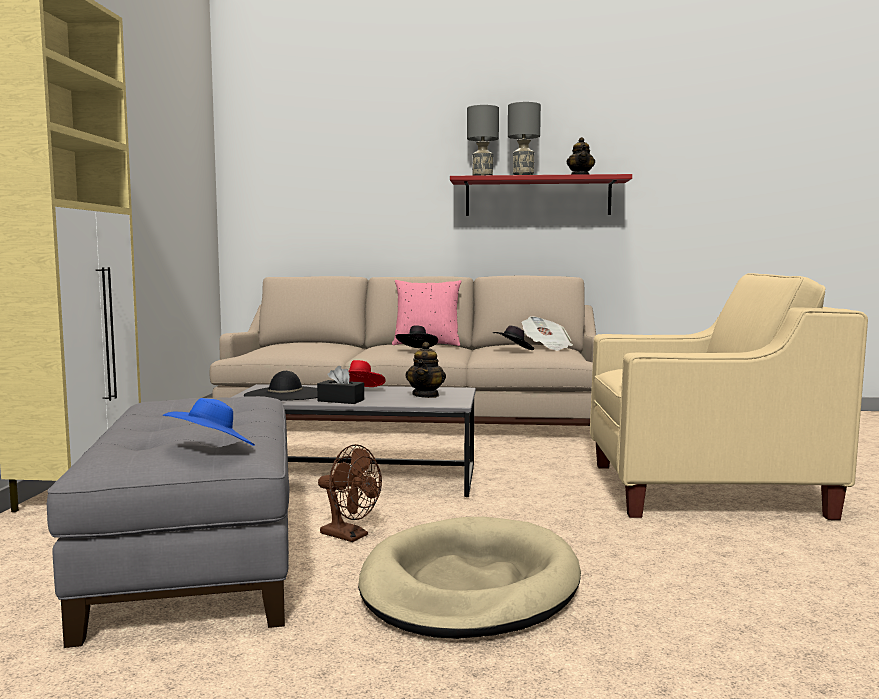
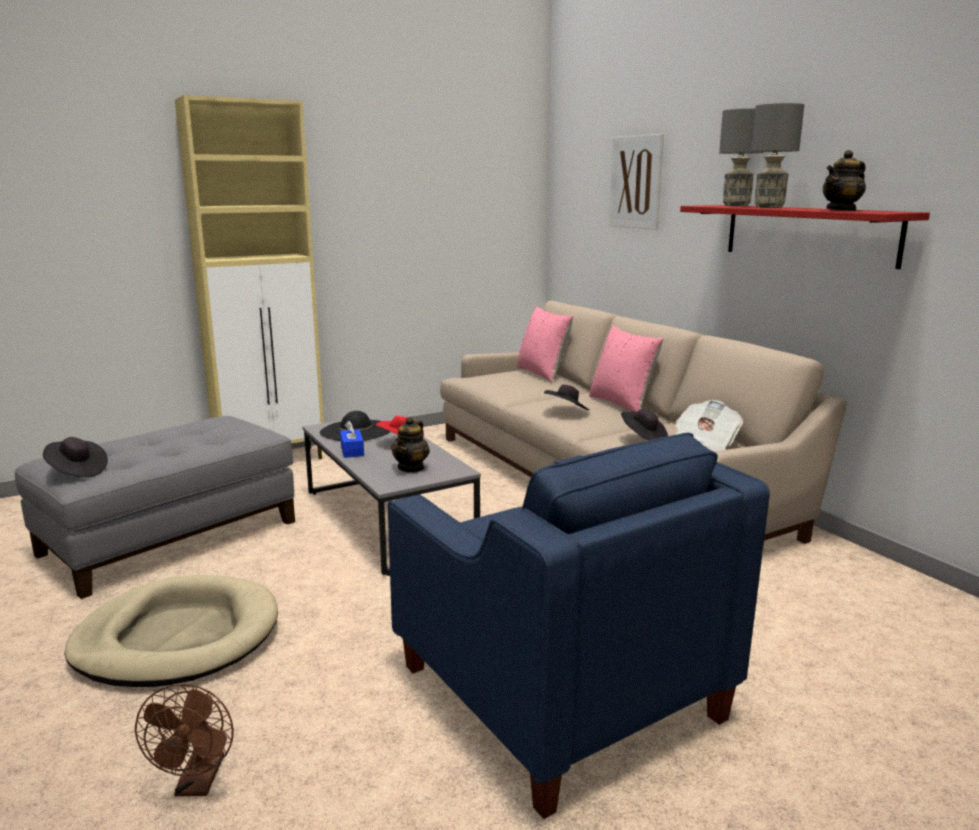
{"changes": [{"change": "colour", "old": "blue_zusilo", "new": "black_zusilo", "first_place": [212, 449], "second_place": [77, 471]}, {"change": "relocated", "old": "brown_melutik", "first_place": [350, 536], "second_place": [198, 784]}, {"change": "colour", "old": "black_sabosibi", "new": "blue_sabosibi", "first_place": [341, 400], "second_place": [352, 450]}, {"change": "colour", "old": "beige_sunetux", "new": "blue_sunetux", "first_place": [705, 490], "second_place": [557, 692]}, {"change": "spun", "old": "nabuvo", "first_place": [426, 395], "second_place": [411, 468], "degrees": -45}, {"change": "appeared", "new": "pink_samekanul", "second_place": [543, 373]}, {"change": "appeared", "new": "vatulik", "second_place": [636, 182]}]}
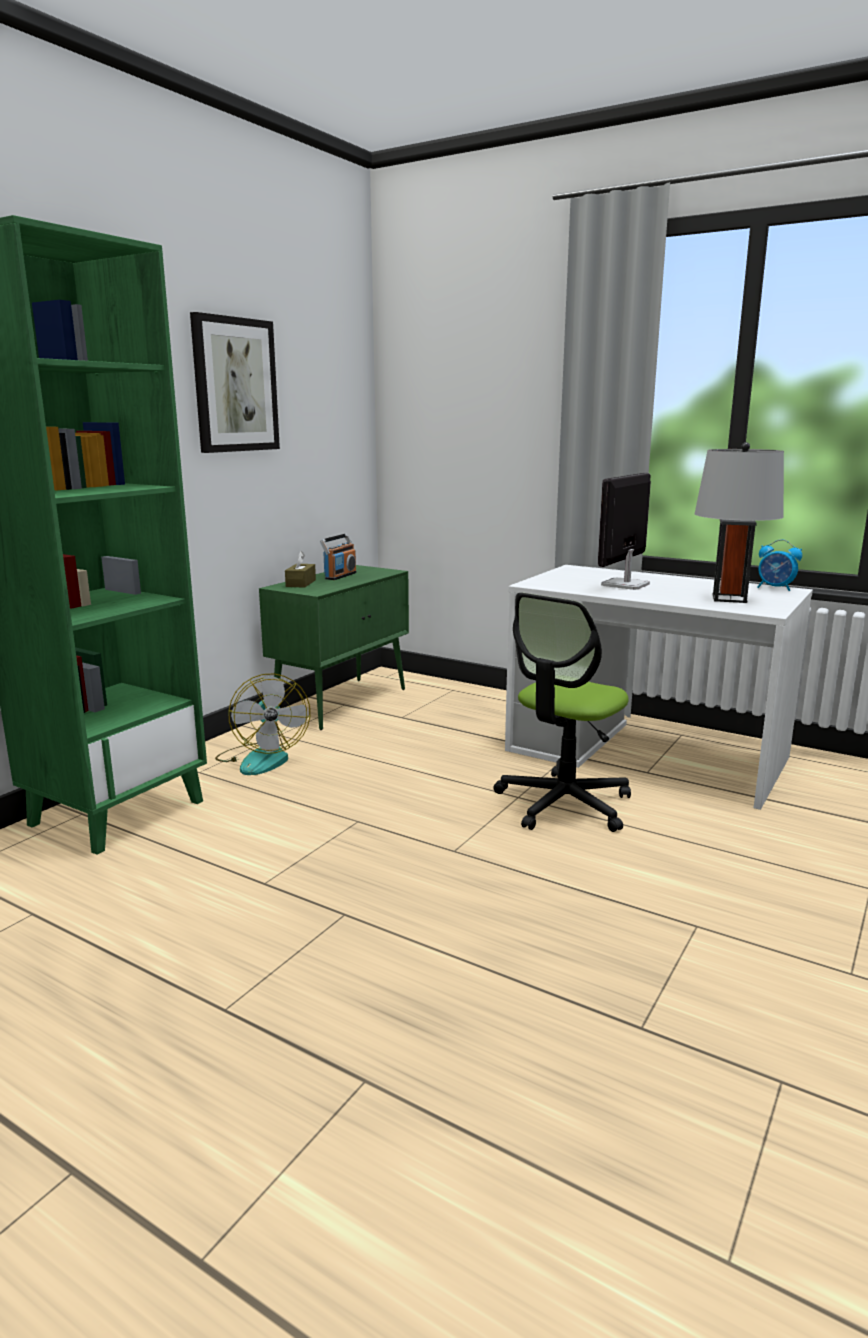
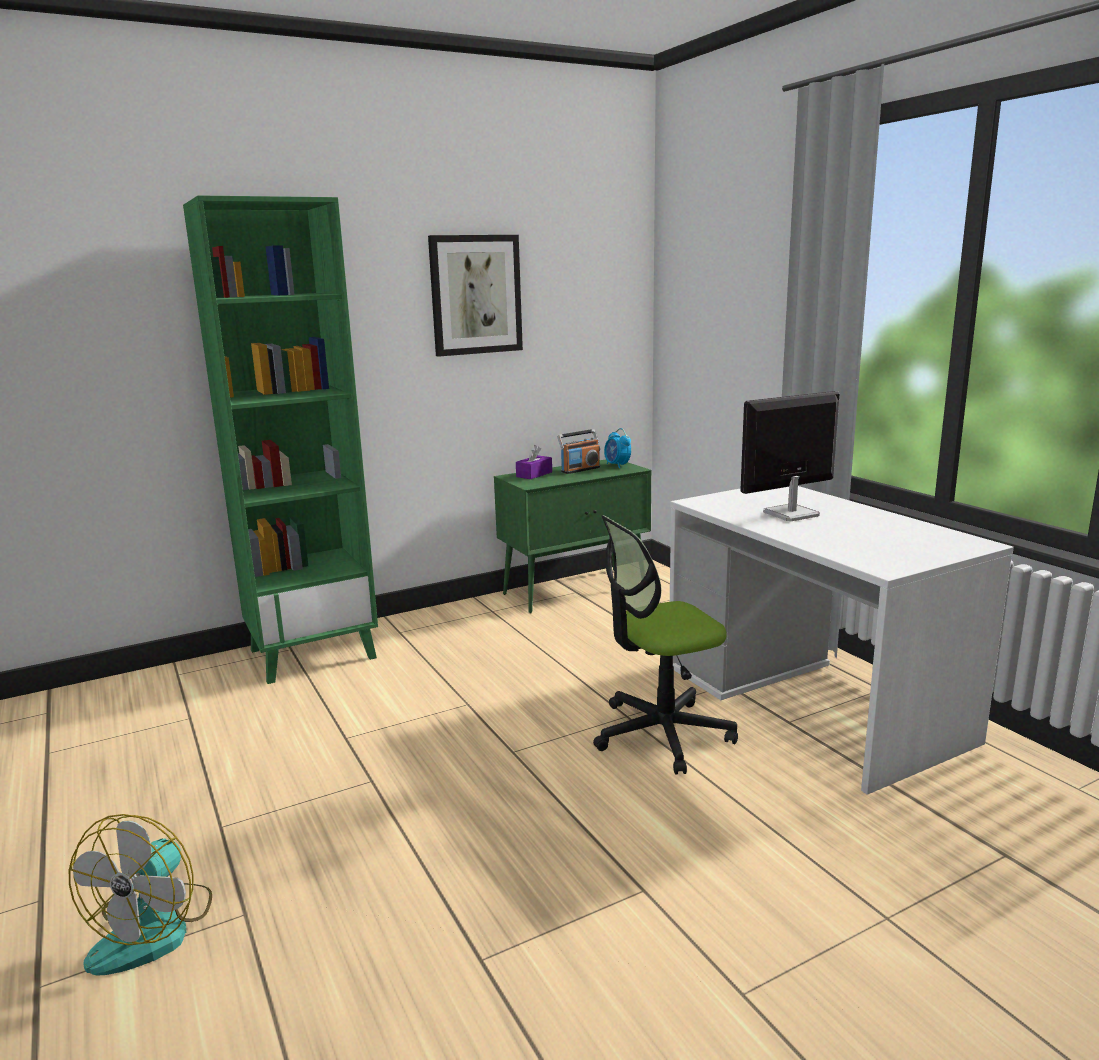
{"changes": [{"change": "relocated", "old": "melutik", "first_place": [262, 758], "second_place": [154, 929]}, {"change": "colour", "old": "brown_sabosibi", "new": "purple_sabosibi", "first_place": [301, 583], "second_place": [534, 474]}, {"change": "relocated", "old": "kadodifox", "first_place": [775, 588], "second_place": [617, 465]}, {"change": "missing", "old": "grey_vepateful", "first_place": [729, 598]}]}
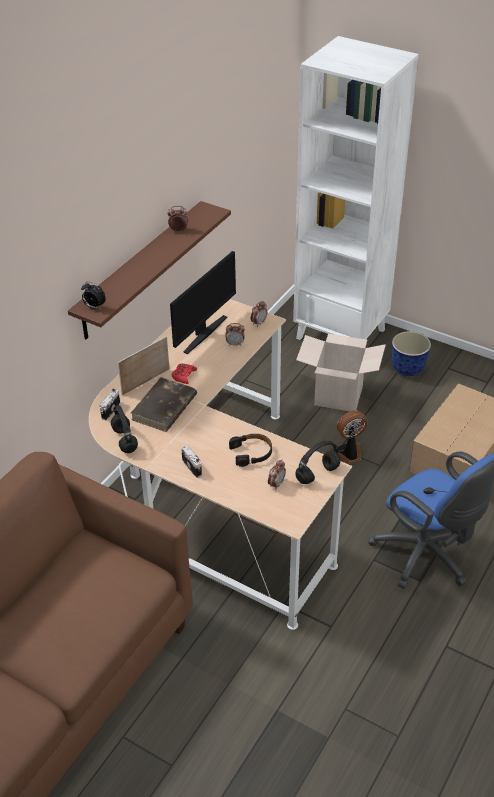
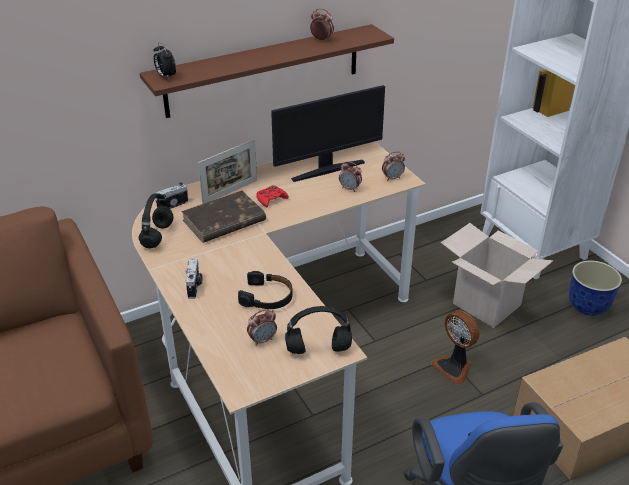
{"changes": [{"change": "spun", "old": "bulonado", "first_place": [146, 382], "second_place": [230, 192], "degrees": 150}, {"change": "spun", "old": "melutik", "first_place": [348, 453], "second_place": [454, 367], "degrees": -135}]}
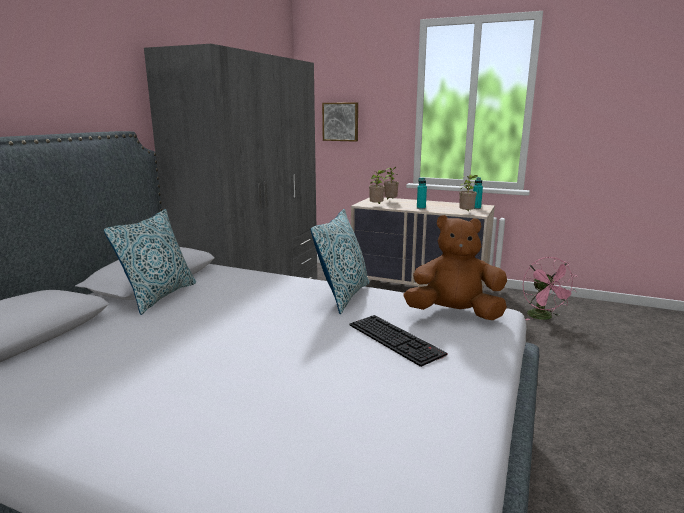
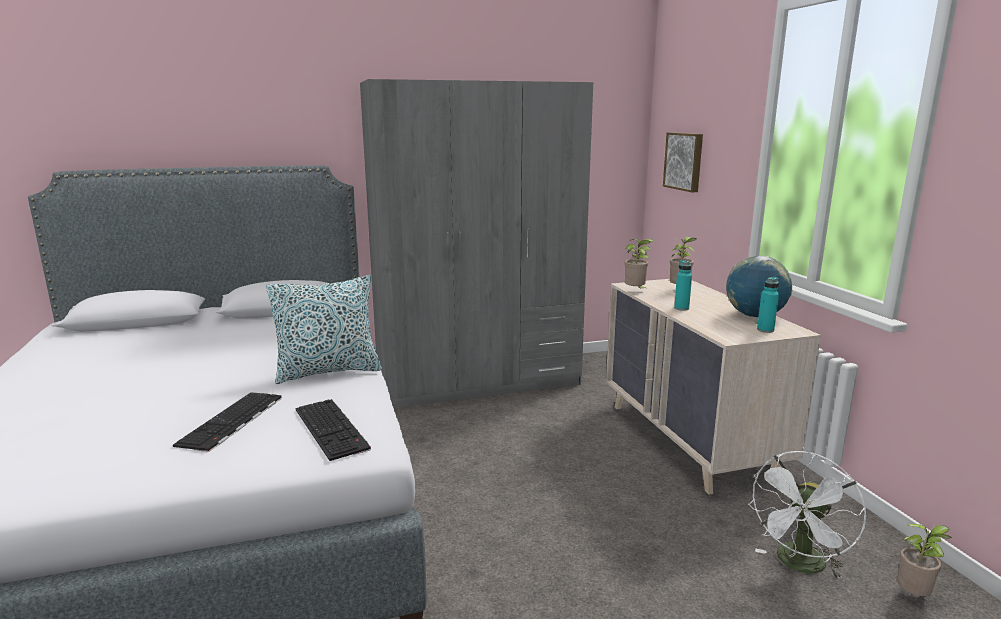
{"changes": [{"change": "exchanged", "old": "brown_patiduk", "new": "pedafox", "first_place": [454, 314], "second_place": [333, 429]}, {"change": "appeared", "new": "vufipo", "second_place": [754, 316]}, {"change": "colour", "old": "pink_melutik", "new": "white_melutik", "first_place": [543, 317], "second_place": [799, 566]}, {"change": "relocated", "old": "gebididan", "first_place": [466, 214], "second_place": [914, 596]}, {"change": "missing", "old": "samekanul", "first_place": [159, 296]}]}
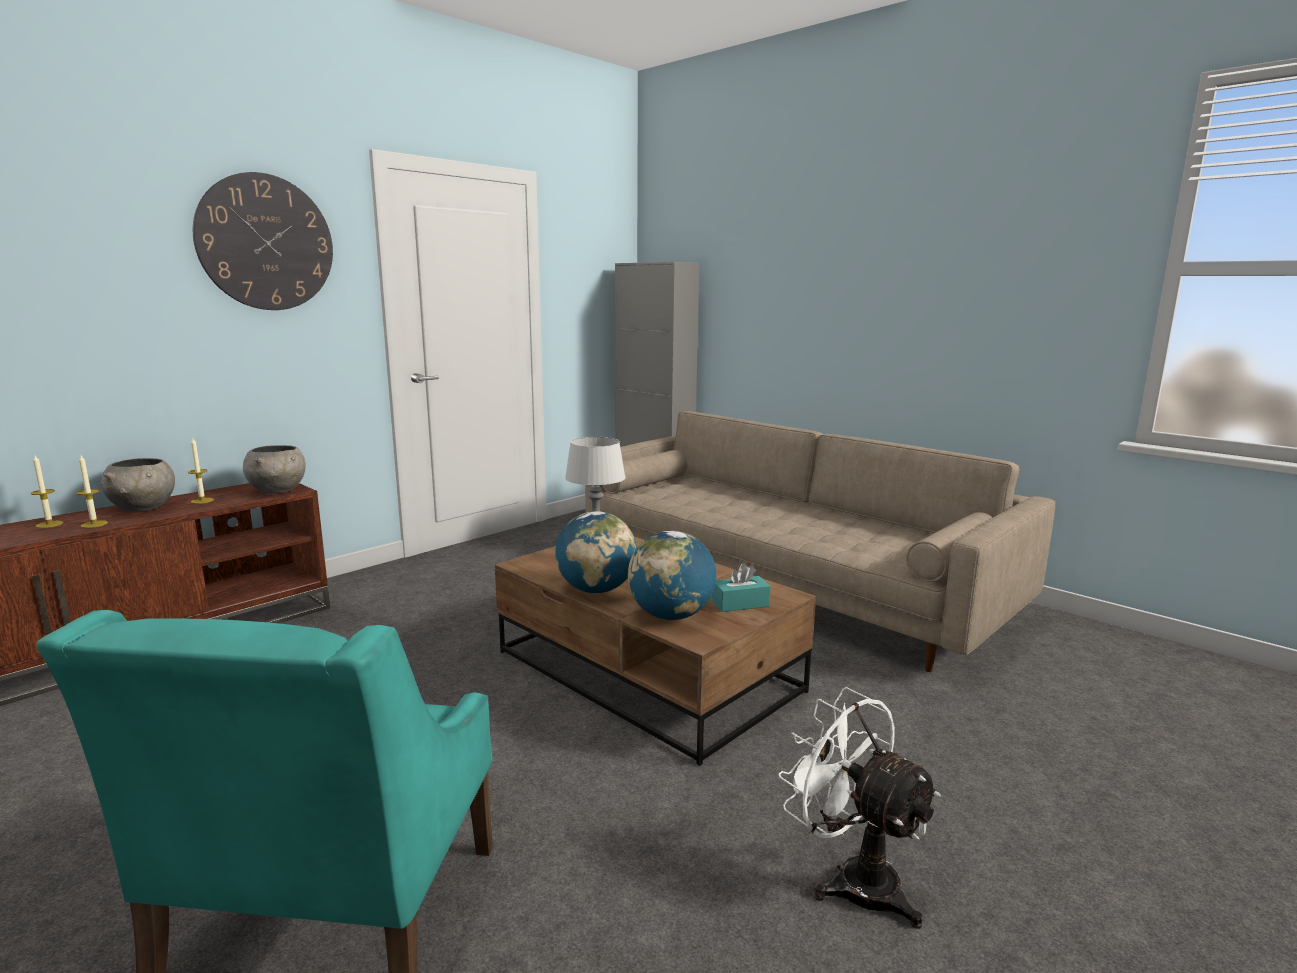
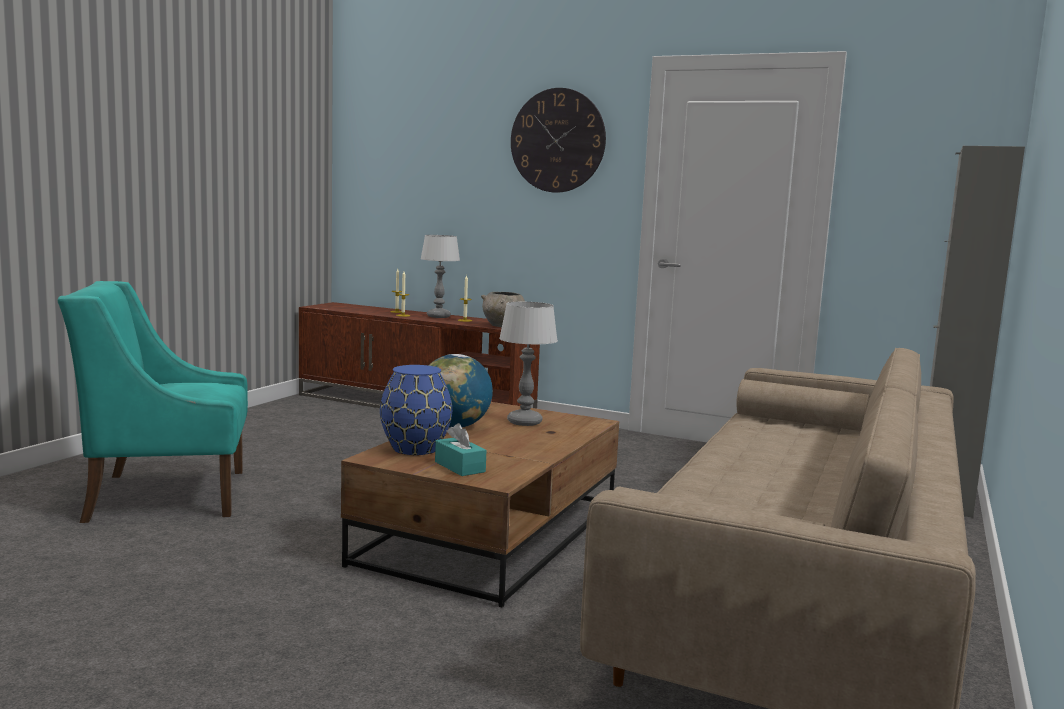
{"changes": [{"change": "exchanged", "old": "vufipo", "new": "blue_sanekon", "first_place": [671, 616], "second_place": [414, 448]}, {"change": "exchanged", "old": "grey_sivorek", "new": "vepateful", "first_place": [144, 508], "second_place": [439, 316]}, {"change": "missing", "old": "white_melutik", "first_place": [853, 879]}]}
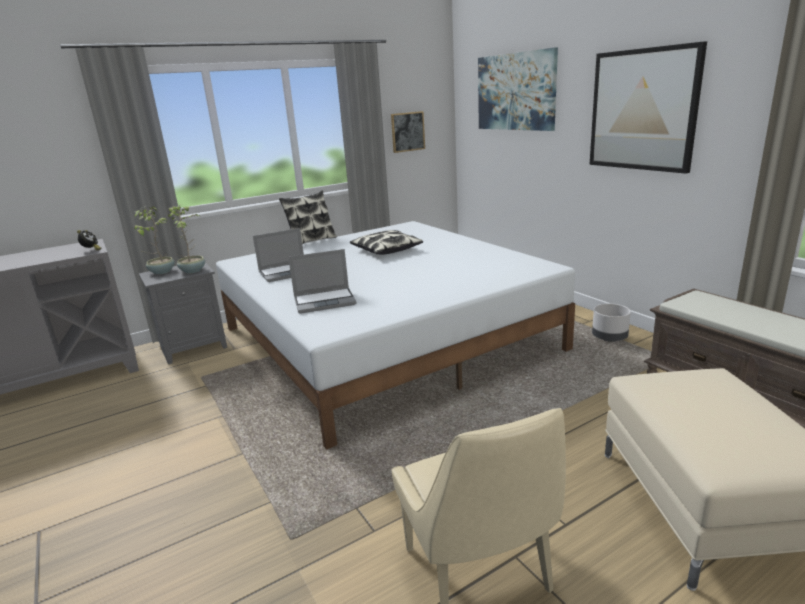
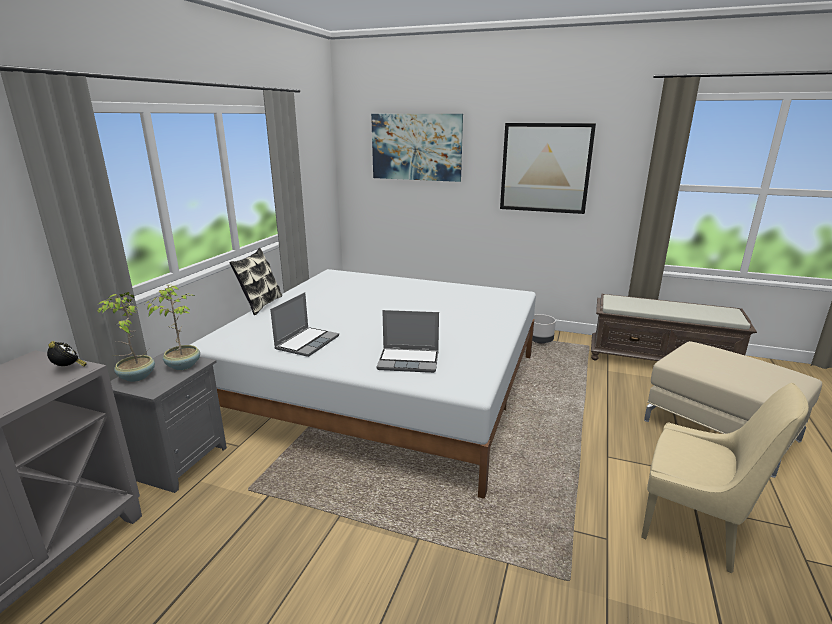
{"changes": [{"change": "spun", "old": "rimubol", "first_place": [325, 301], "second_place": [409, 361], "degrees": 60}, {"change": "missing", "old": "samekanul", "first_place": [386, 250]}, {"change": "missing", "old": "vatulik", "first_place": [407, 131]}]}
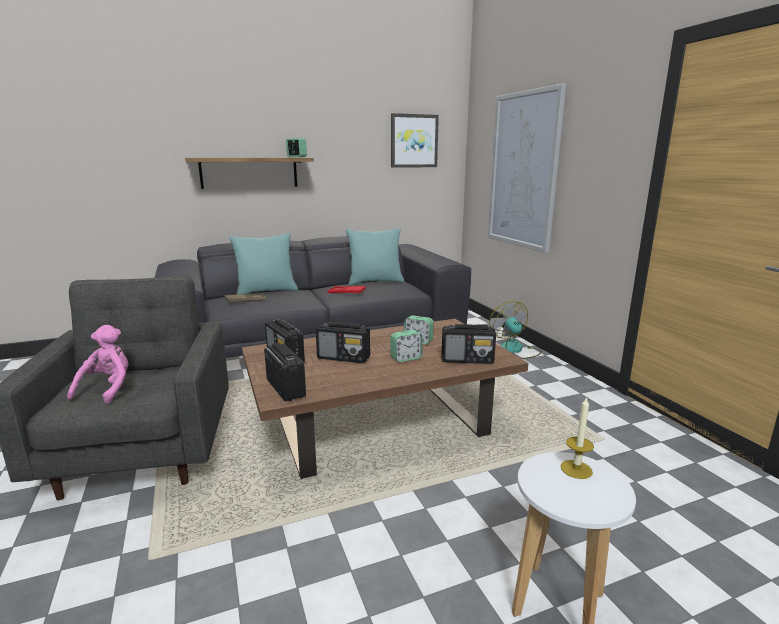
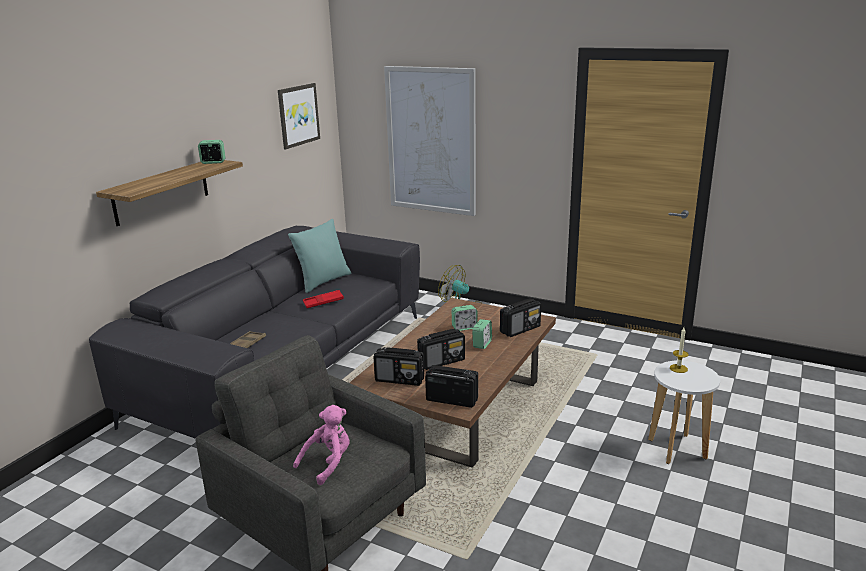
{"changes": [{"change": "spun", "old": "pink_patiduk", "first_place": [108, 389], "second_place": [328, 463], "degrees": 75}, {"change": "missing", "old": "turquoise_samekanul", "first_place": [266, 292]}]}
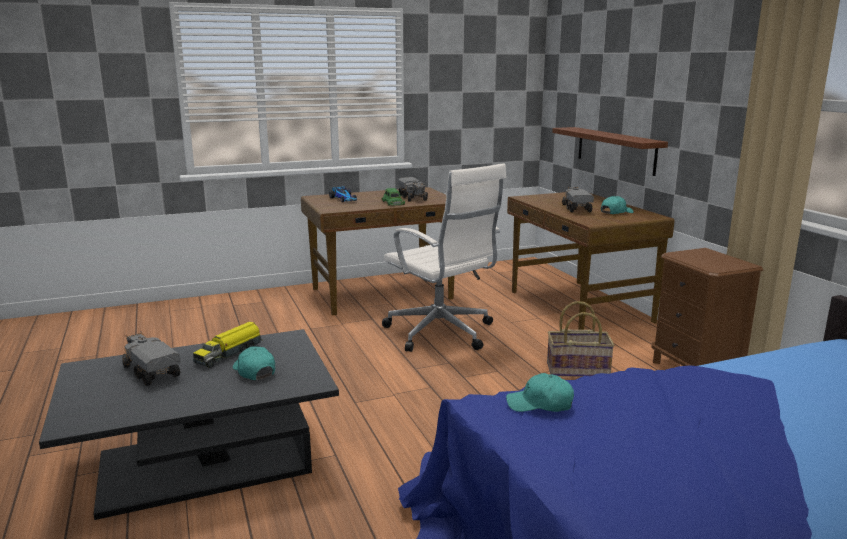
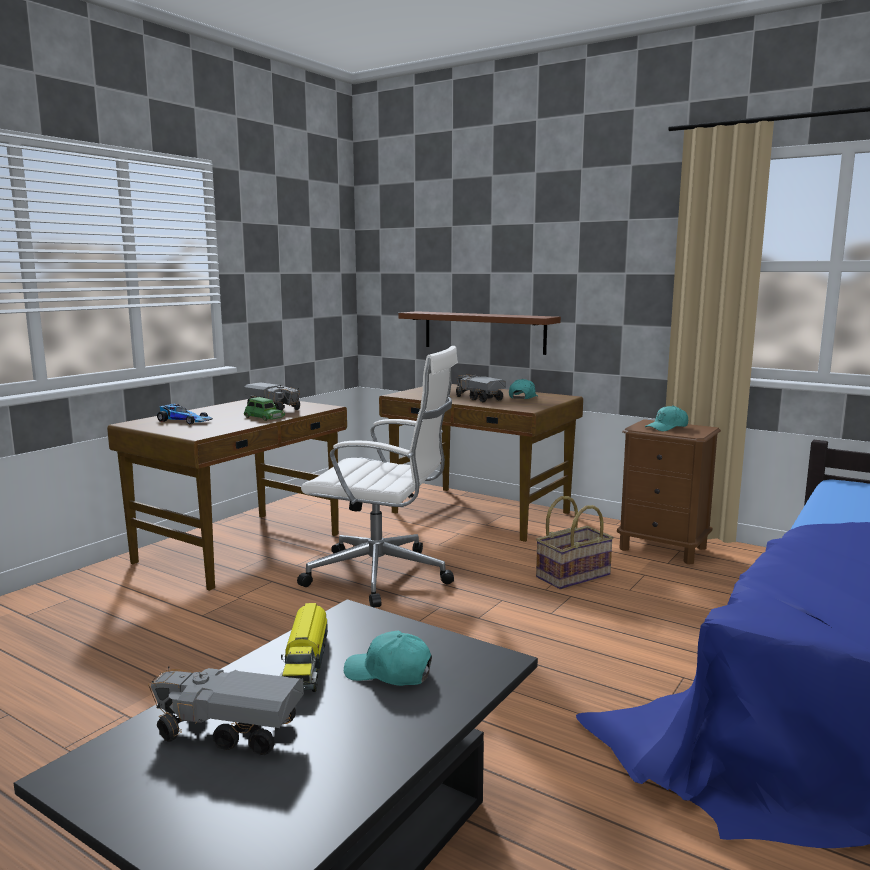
{"changes": [{"change": "relocated", "old": "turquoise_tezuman", "first_place": [540, 404], "second_place": [667, 427]}]}
